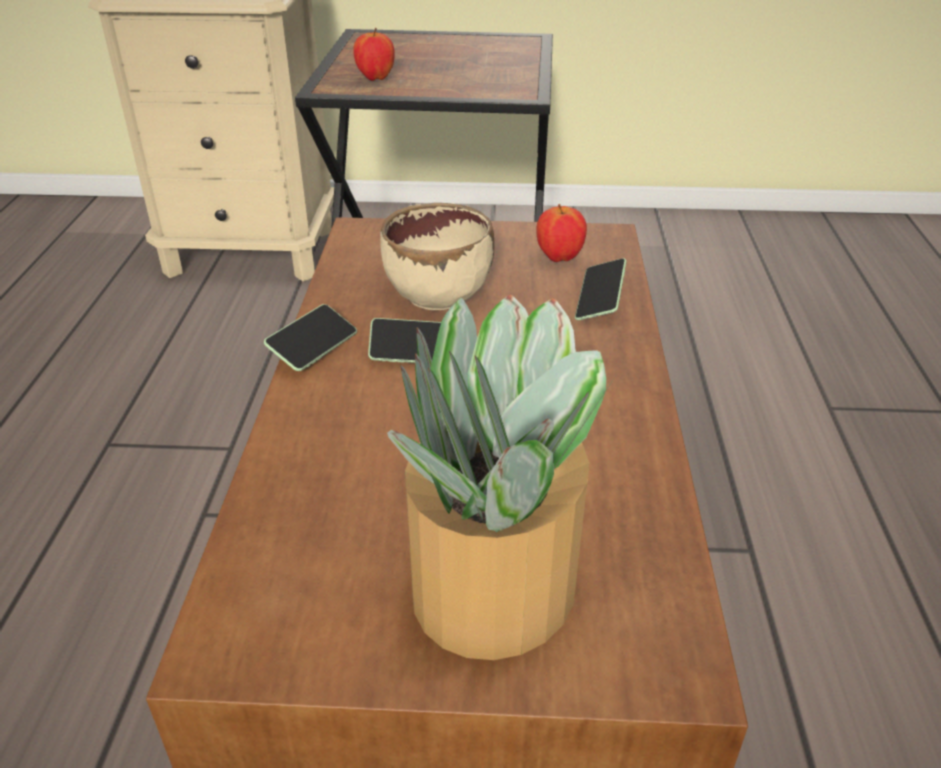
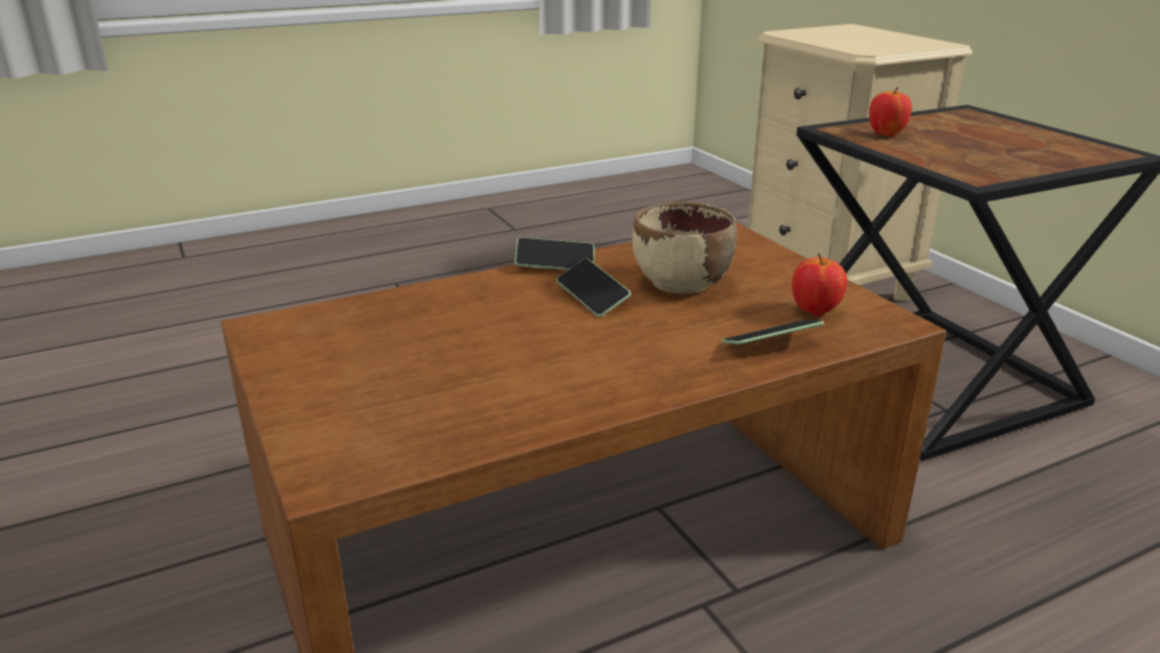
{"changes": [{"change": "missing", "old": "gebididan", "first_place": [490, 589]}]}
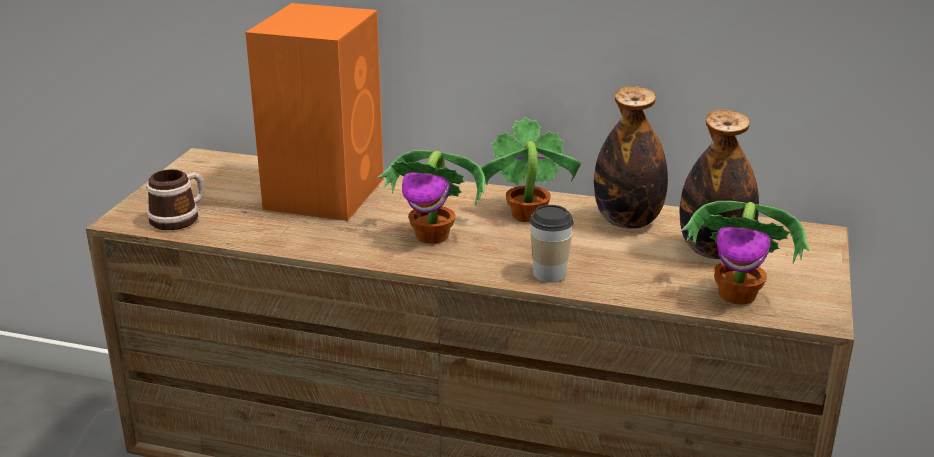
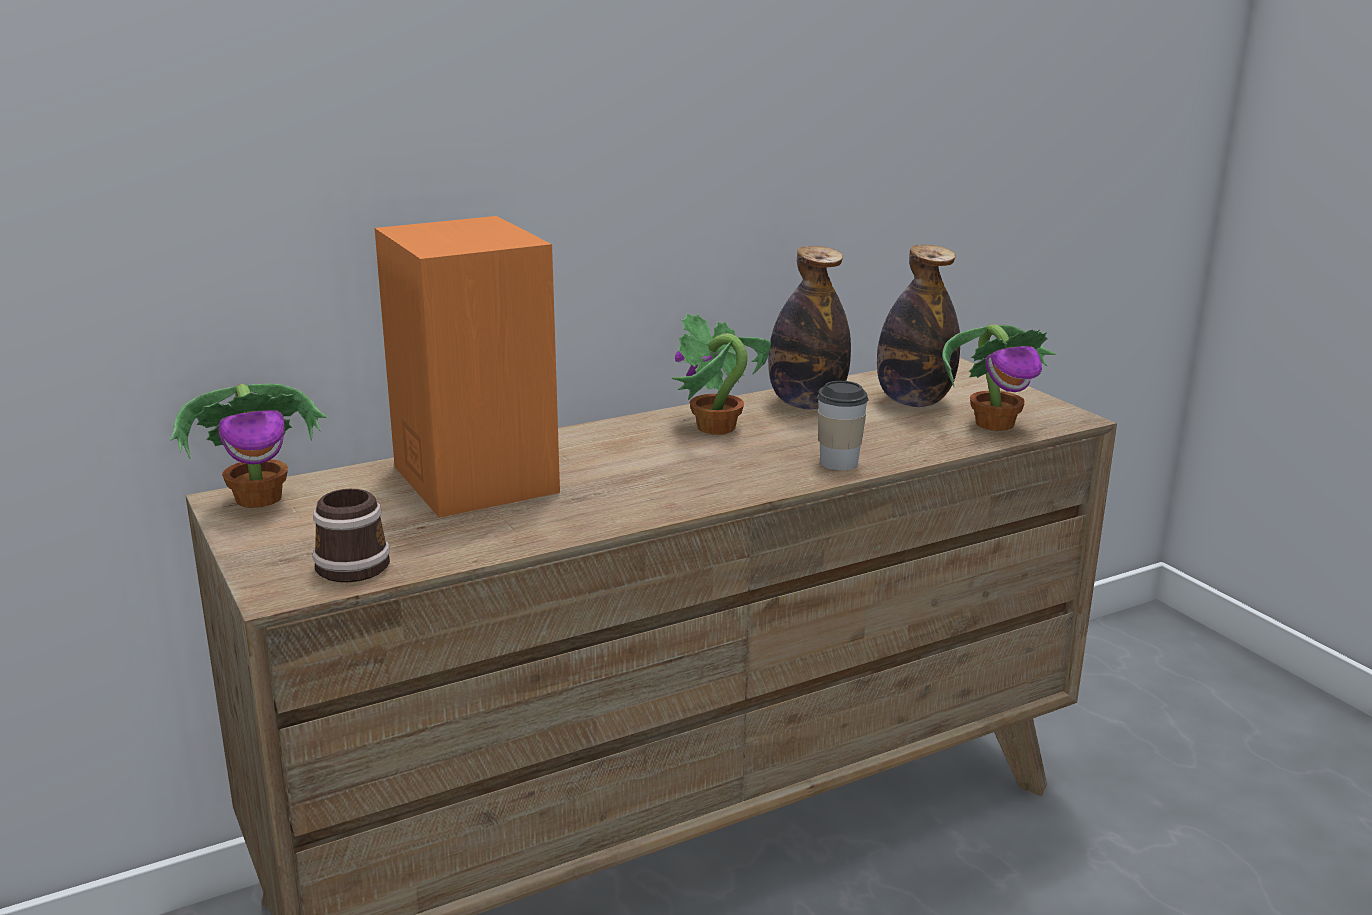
{"changes": [{"change": "relocated", "old": "gebididan", "first_place": [433, 236], "second_place": [260, 498]}]}
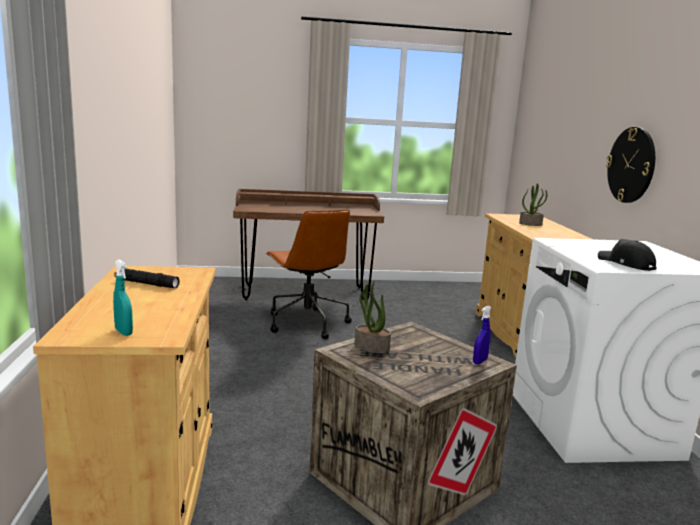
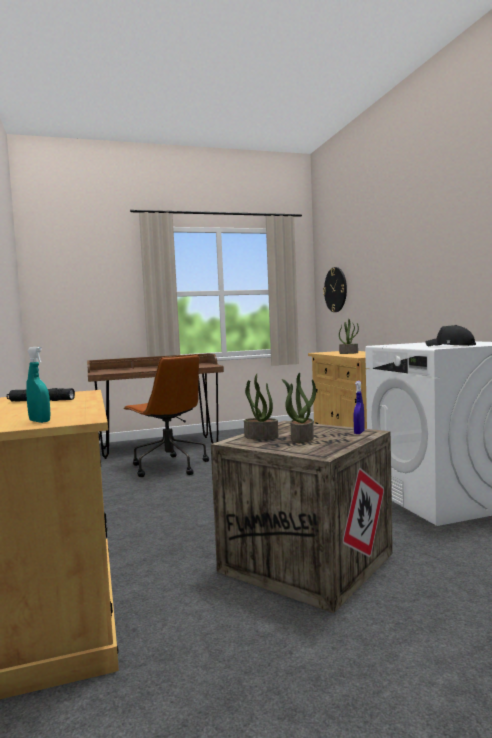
{"changes": [{"change": "appeared", "new": "gebididan", "second_place": [301, 438]}, {"change": "relocated", "old": "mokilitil", "first_place": [631, 165], "second_place": [335, 289]}]}
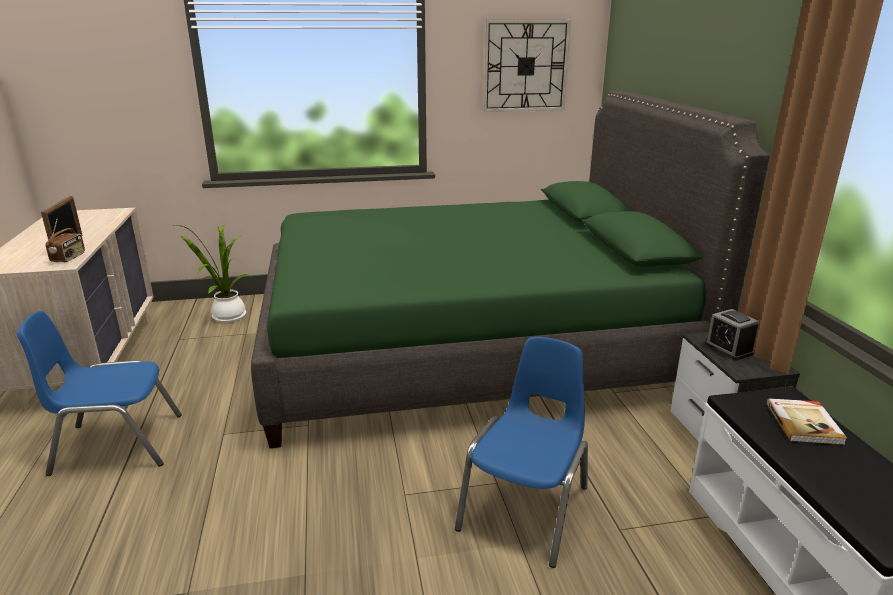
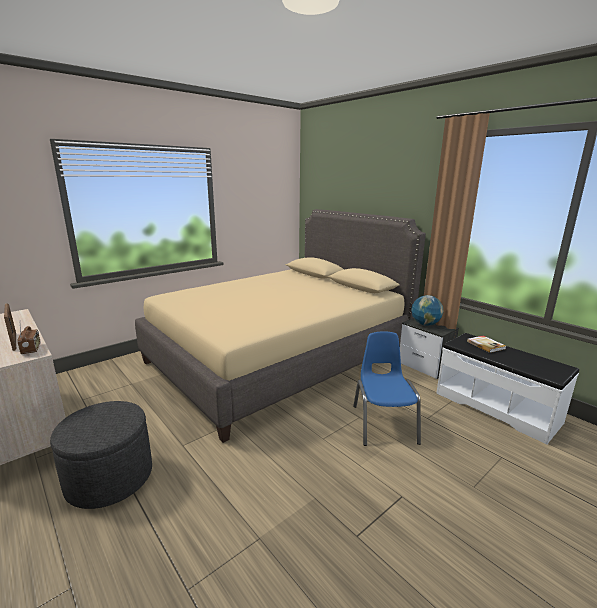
{"changes": [{"change": "exchanged", "old": "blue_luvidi", "new": "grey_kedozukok", "first_place": [117, 444], "second_place": [110, 478]}, {"change": "colour", "old": "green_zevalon", "new": "beige_zevalon", "first_place": [469, 347], "second_place": [280, 357]}, {"change": "exchanged", "old": "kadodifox", "new": "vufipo", "first_place": [728, 349], "second_place": [425, 324]}, {"change": "missing", "old": "gebididan", "first_place": [226, 317]}, {"change": "missing", "old": "mokilitil", "first_place": [525, 66]}]}
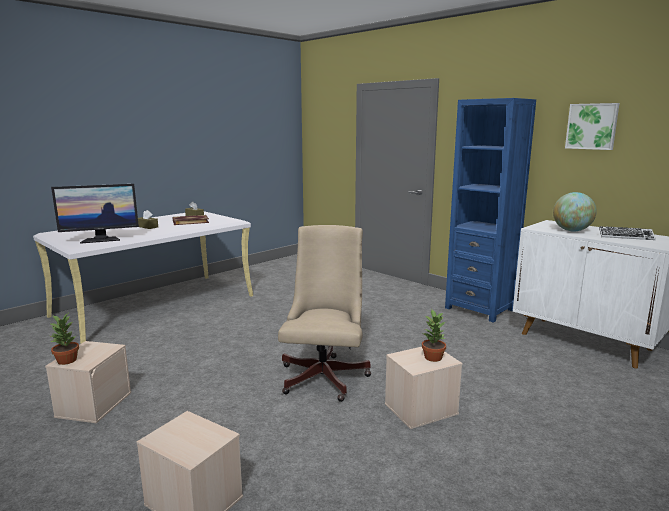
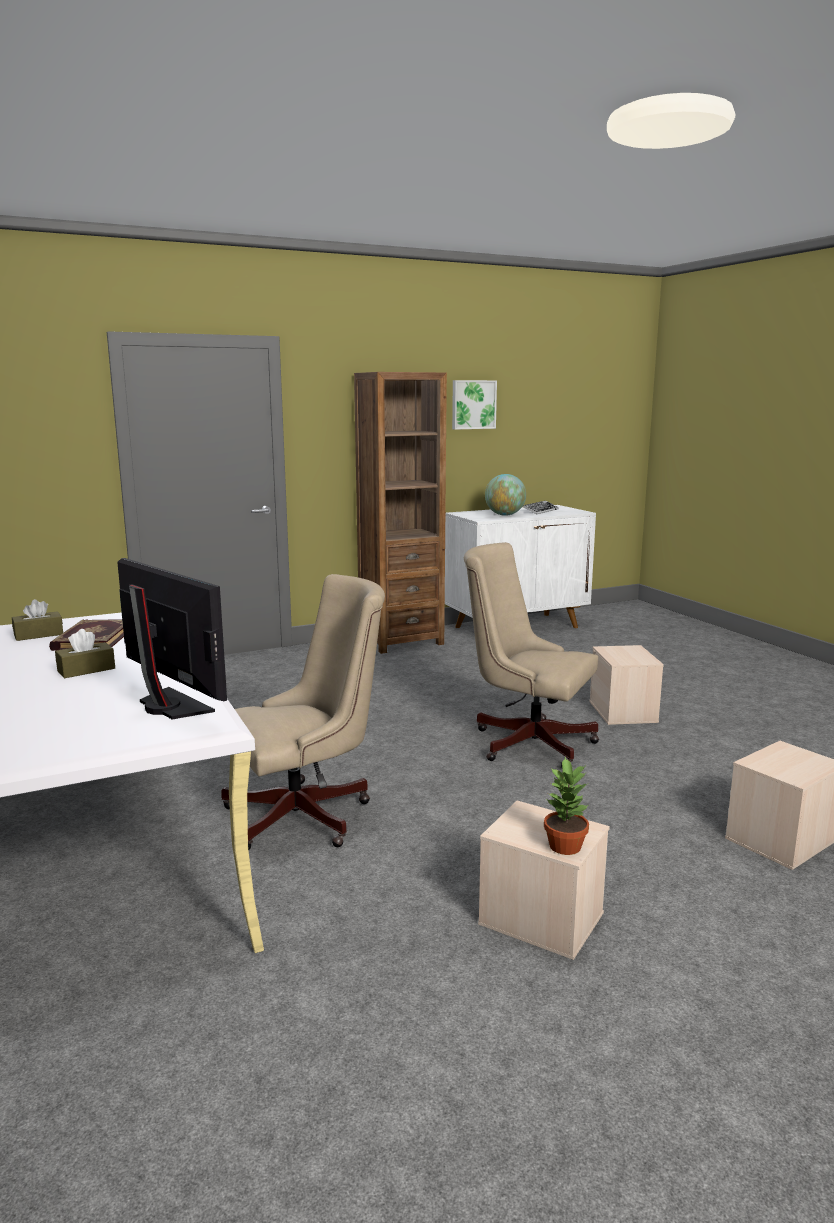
{"changes": [{"change": "spun", "old": "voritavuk", "first_place": [101, 240], "second_place": [170, 706], "degrees": -45}, {"change": "appeared", "new": "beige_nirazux", "second_place": [307, 815]}, {"change": "colour", "old": "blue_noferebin", "new": "brown_noferebin", "first_place": [479, 309], "second_place": [401, 641]}, {"change": "missing", "old": "gebididan", "first_place": [433, 357]}]}
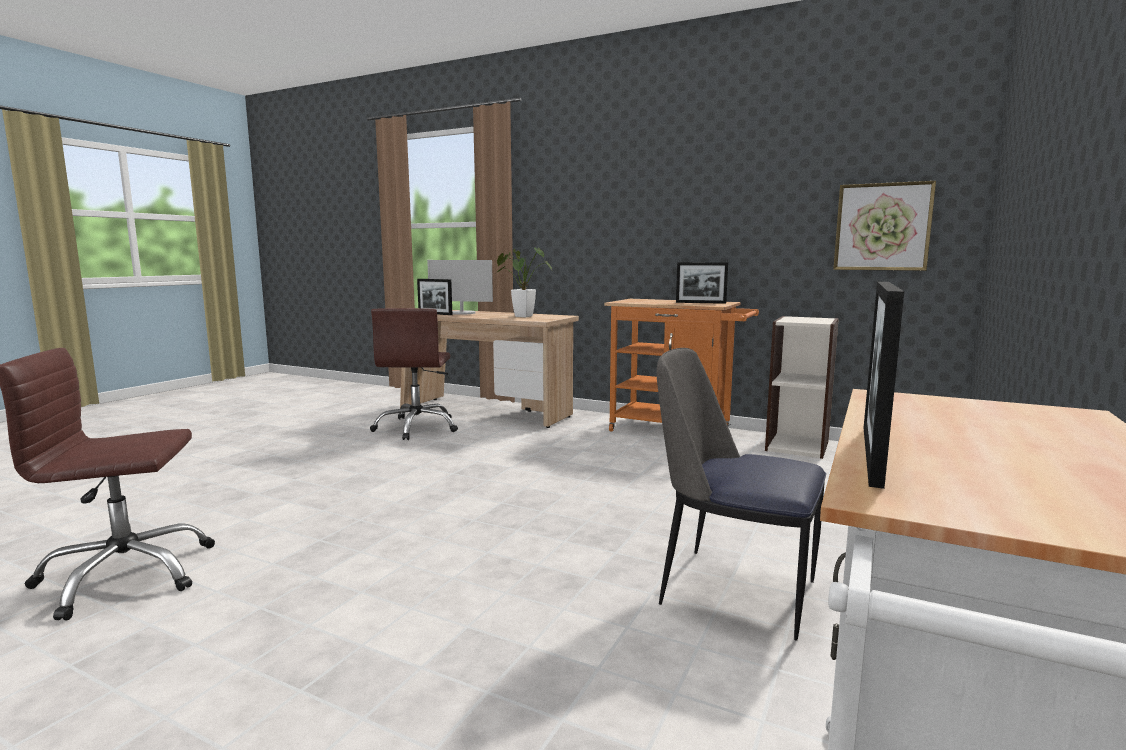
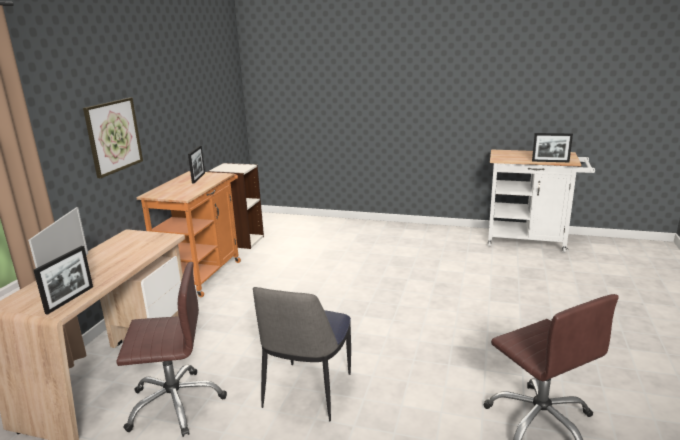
{"changes": [{"change": "relocated", "old": "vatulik", "first_place": [882, 227], "second_place": [113, 136]}, {"change": "relocated", "old": "luvidi", "first_place": [733, 590], "second_place": [307, 392]}, {"change": "missing", "old": "gebididan", "first_place": [520, 316]}]}
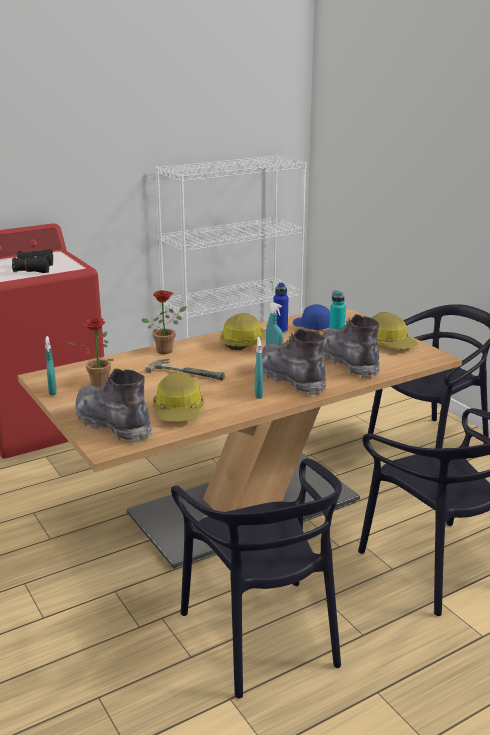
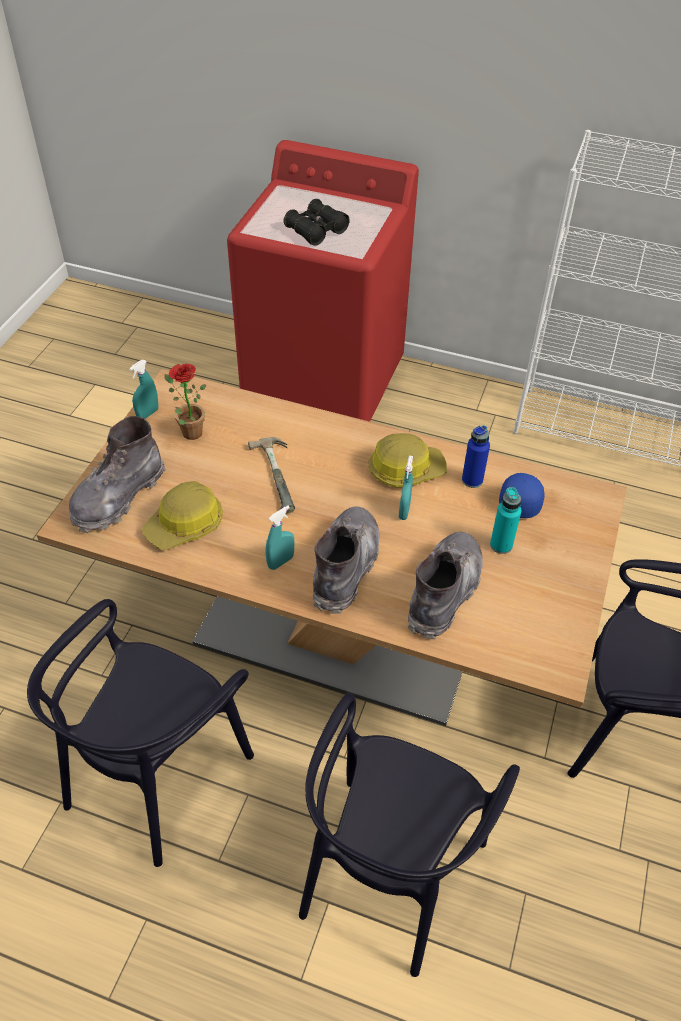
{"changes": [{"change": "spun", "old": "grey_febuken", "first_place": [113, 424], "second_place": [118, 497], "degrees": -150}, {"change": "missing", "old": "gebididan", "first_place": [167, 350]}, {"change": "missing", "old": "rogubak", "first_place": [389, 343]}]}
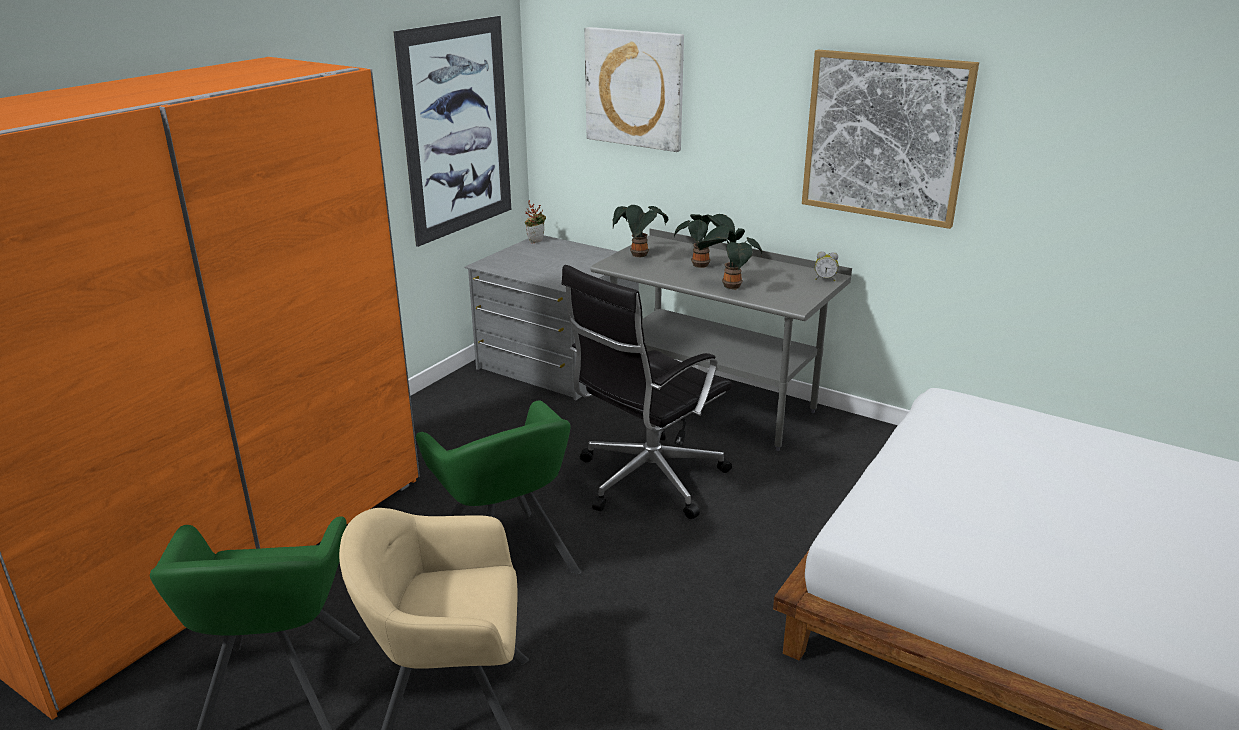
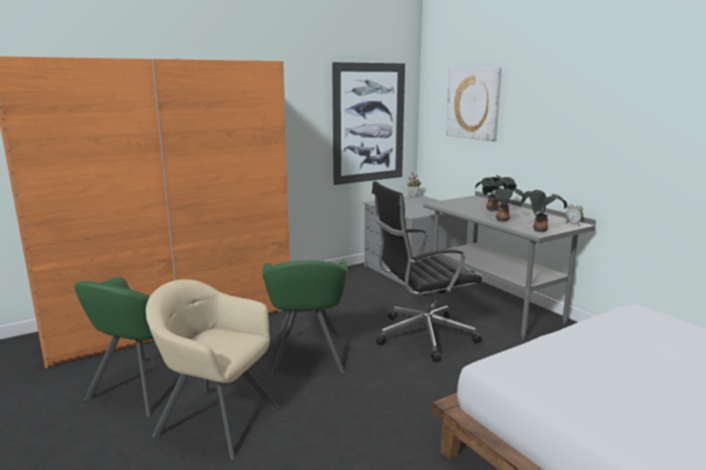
{"changes": [{"change": "relocated", "old": "gebididan", "first_place": [639, 256], "second_place": [539, 231]}, {"change": "missing", "old": "vatulik", "first_place": [884, 137]}]}
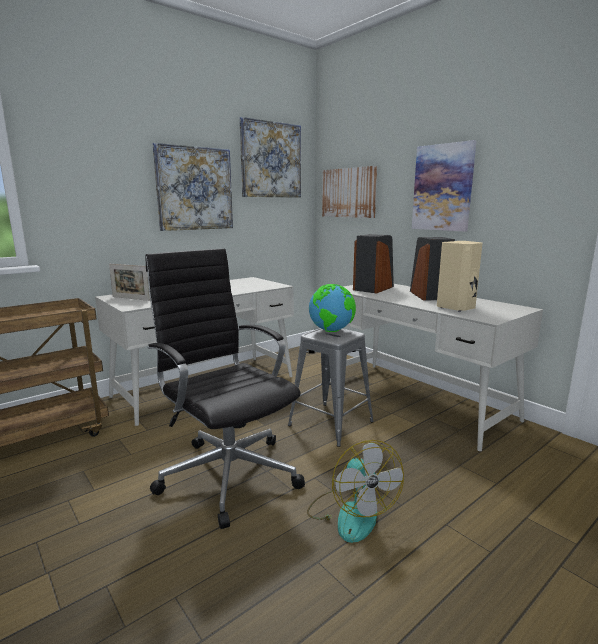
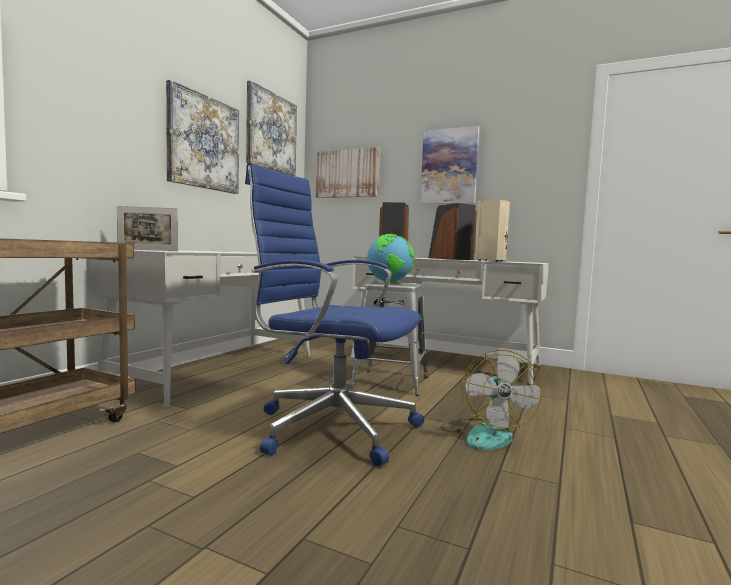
{"changes": [{"change": "colour", "old": "black_nirazux", "new": "blue_nirazux", "first_place": [228, 472], "second_place": [331, 427]}, {"change": "spun", "old": "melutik", "first_place": [351, 513], "second_place": [485, 434], "degrees": 45}]}
